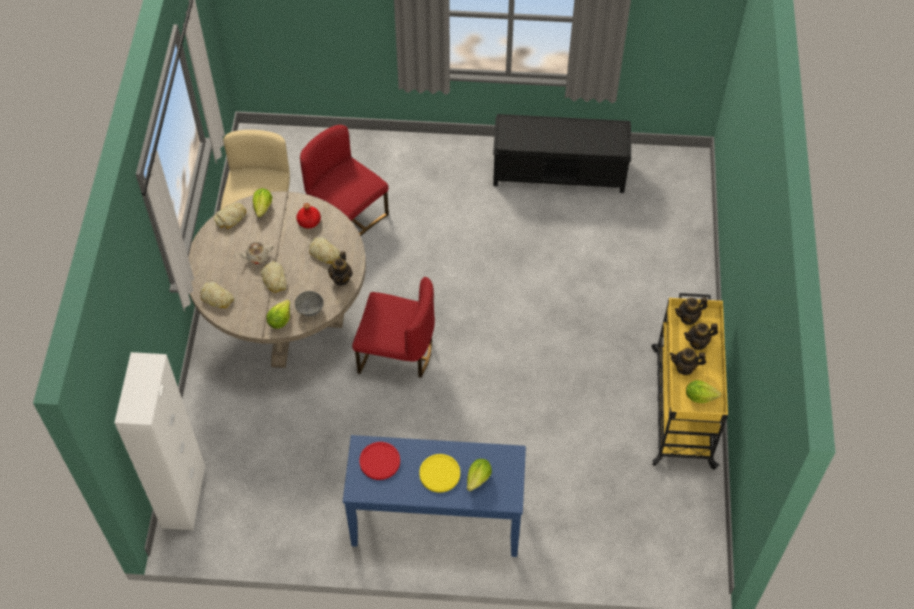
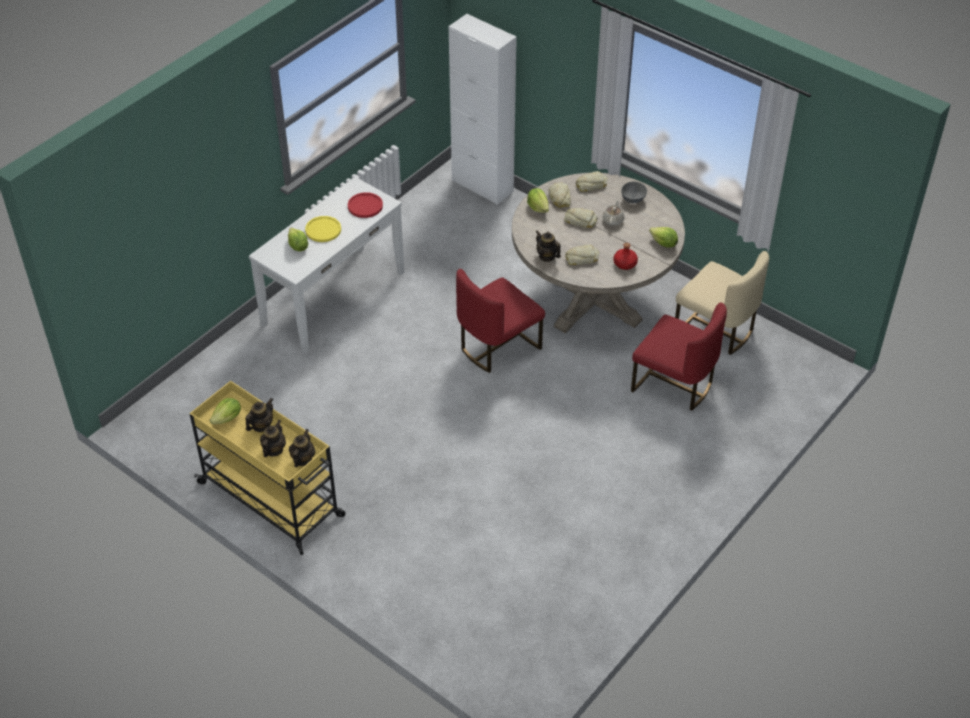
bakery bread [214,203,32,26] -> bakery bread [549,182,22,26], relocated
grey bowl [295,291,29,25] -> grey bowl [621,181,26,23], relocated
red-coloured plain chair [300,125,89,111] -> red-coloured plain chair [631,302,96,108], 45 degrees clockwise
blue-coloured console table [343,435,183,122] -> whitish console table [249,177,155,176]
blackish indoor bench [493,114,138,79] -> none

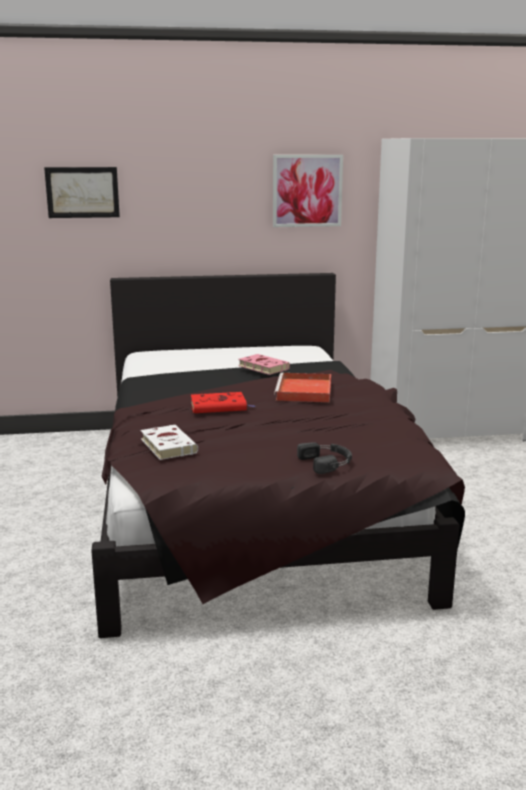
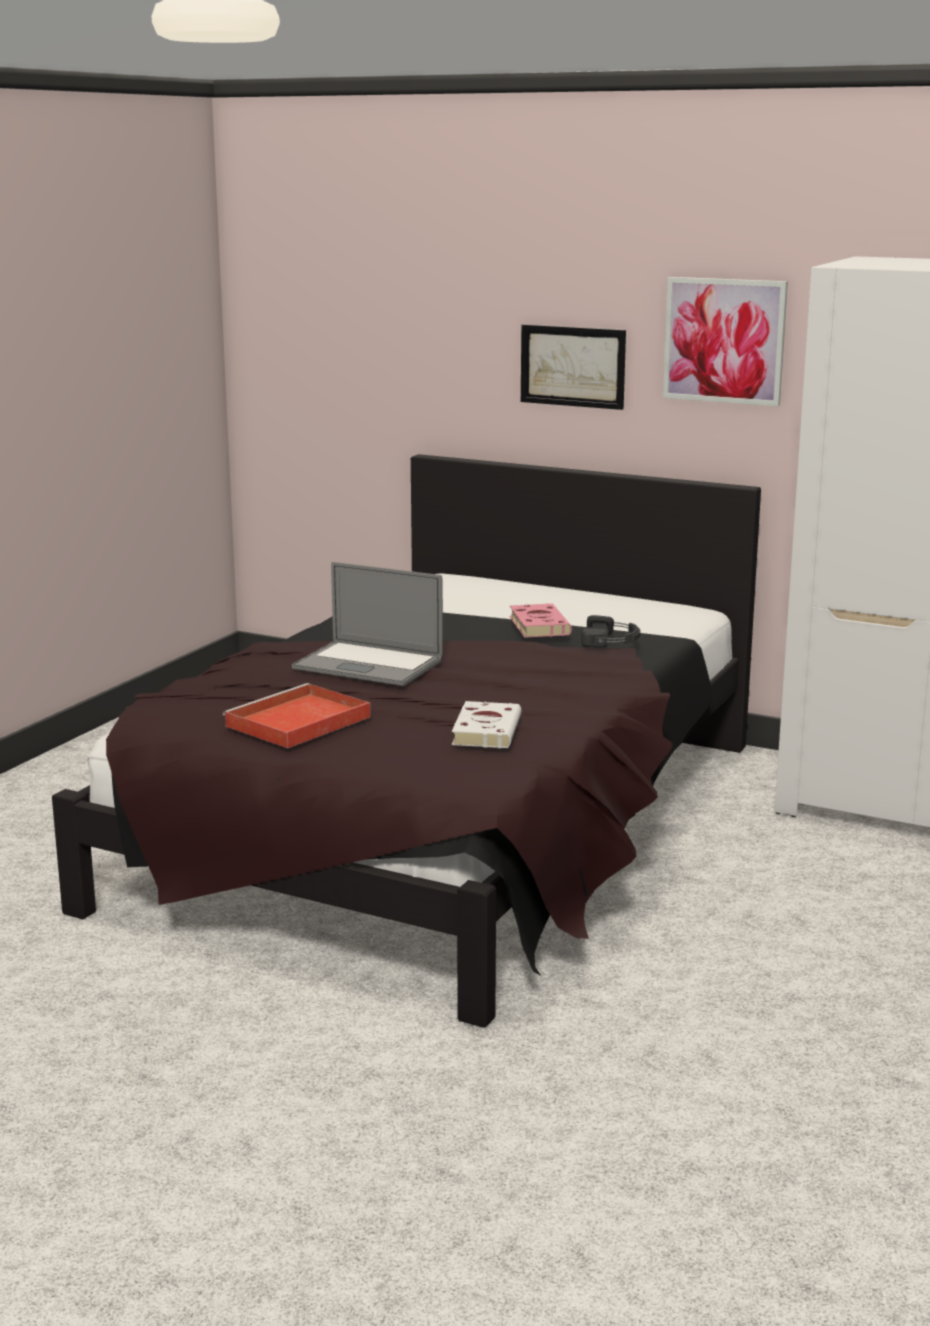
wall art [44,167,76,51] -> wall art [521,325,105,85], relocated
whitish book [140,425,58,35] -> whitish book [452,701,70,48], relocated
red-coloured book [191,392,64,21] -> notebook computer [292,562,151,124]
red-coloured carrying tray [274,372,57,30] -> red-coloured carrying tray [223,683,147,65], relocated
blackish pair of headphones [297,442,55,32] -> blackish pair of headphones [581,615,59,32], relocated

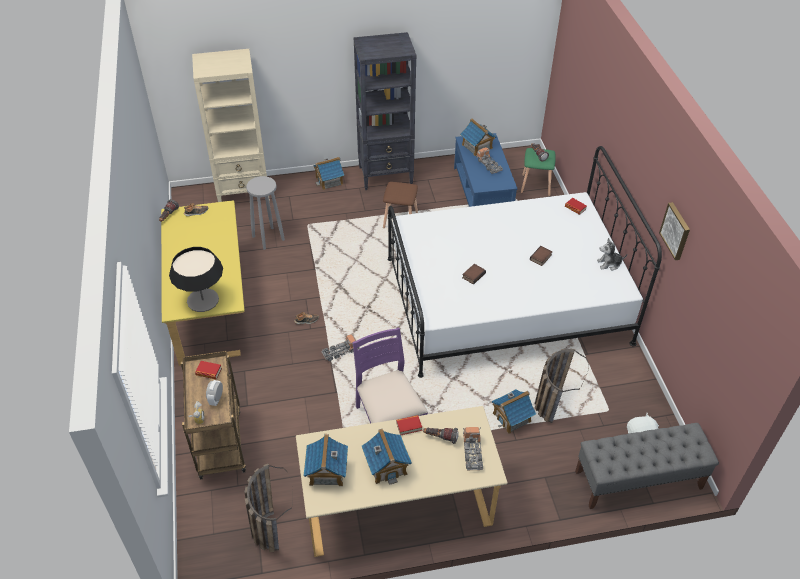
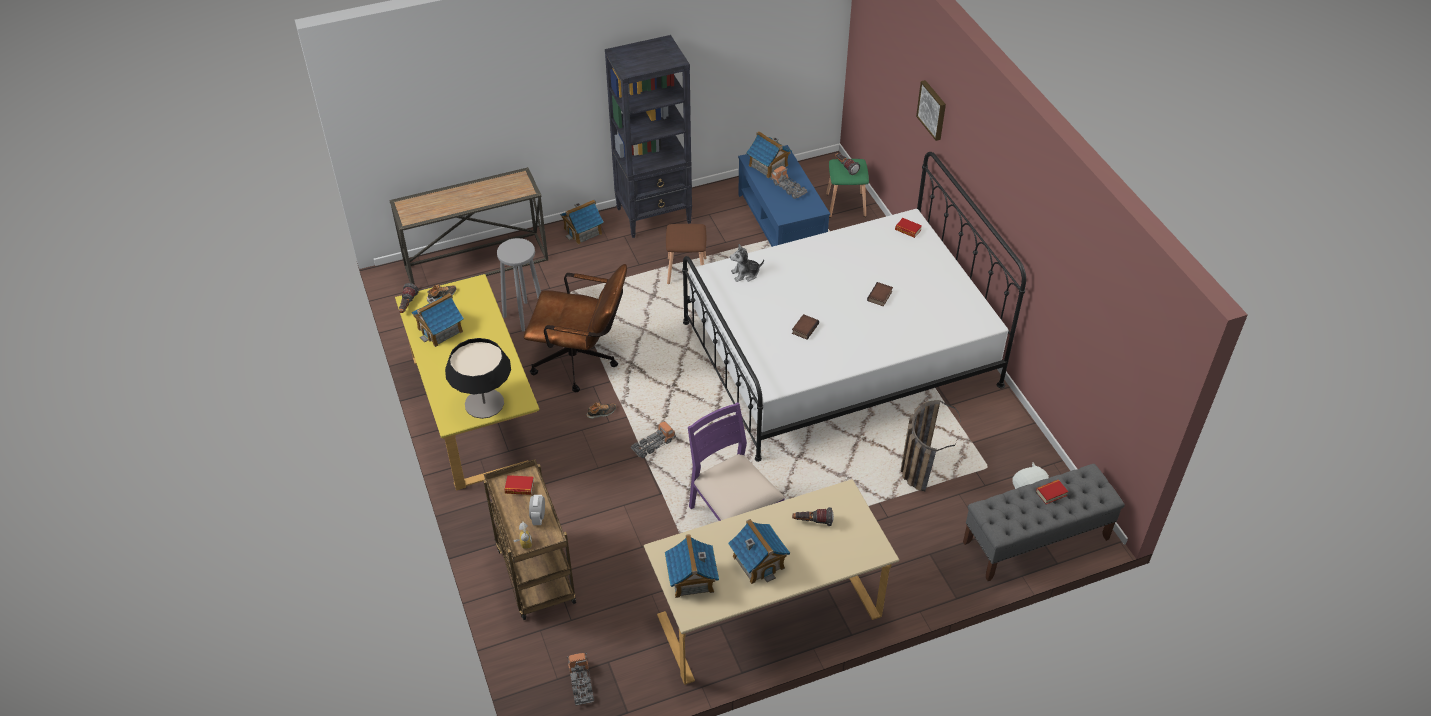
beige bookcase [192,49,78,154] -> console table [389,167,159,124]
basket [244,463,49,89] -> none
book [396,415,26,20] -> book [1036,480,32,24], relocated
model truck [463,427,20,43] -> model truck [567,653,27,53], relocated
toy house [492,389,44,45] -> toy house [412,293,52,54], relocated
plush toy [597,238,30,33] -> plush toy [730,244,34,38], relocated
wall art [659,202,31,58] -> wall art [916,80,30,61], relocated
none -> brown office chair [524,264,103,128]

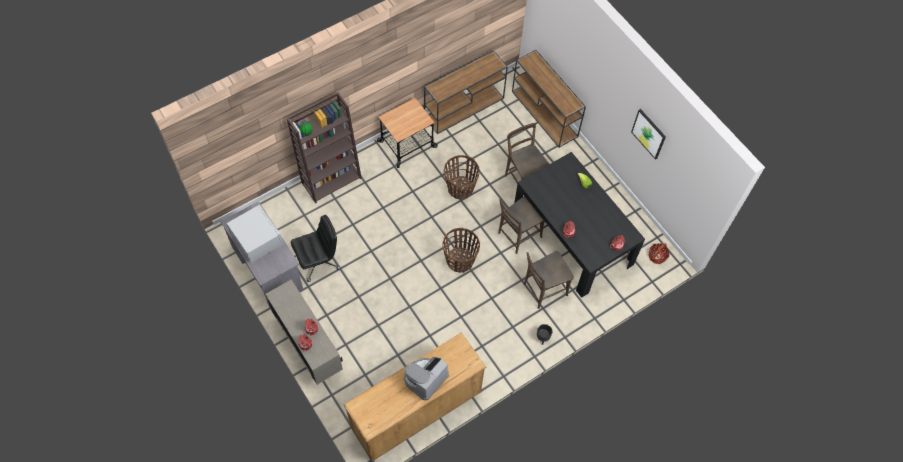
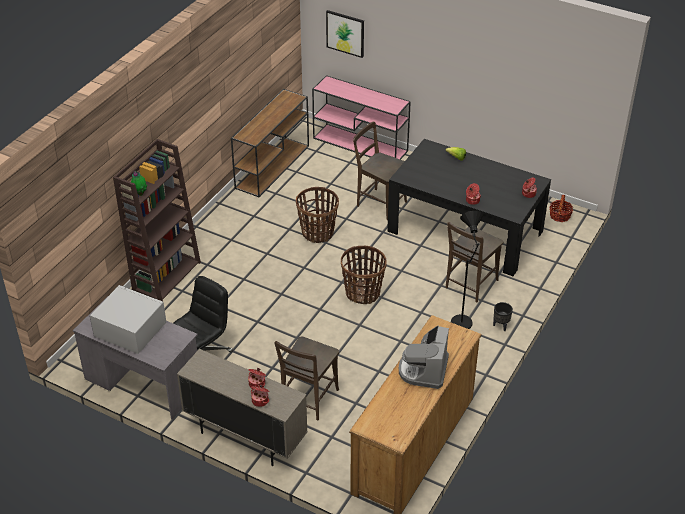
wheeled cart [377,98,61,70] -> none
brown plain chair [498,196,47,58] -> brown plain chair [274,337,65,83], relocated
brown console table [512,50,74,98] -> pink-coloured console table [312,75,99,85]
wall art [631,109,35,51] -> wall art [326,10,38,48], relocated
none -> blackish floor lamp [451,211,32,118]

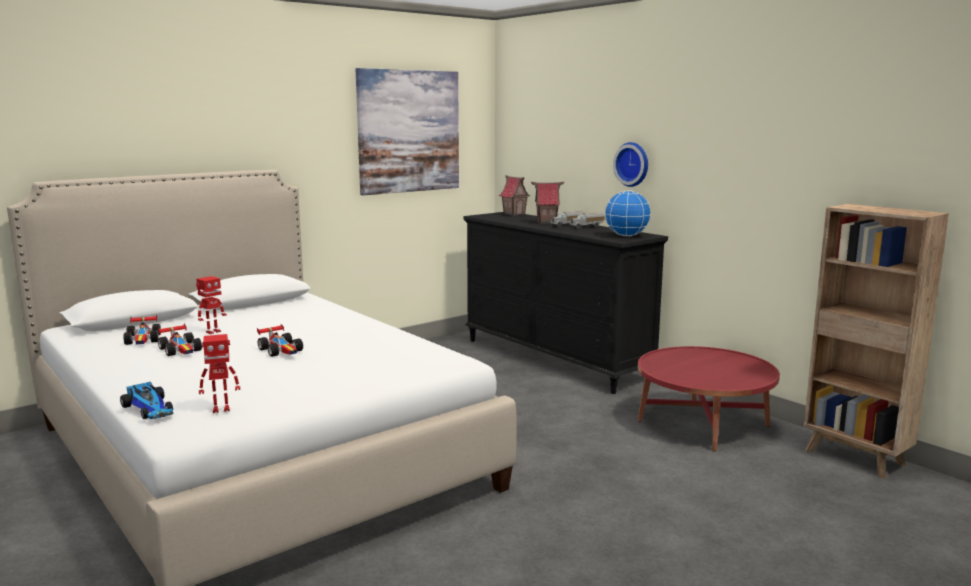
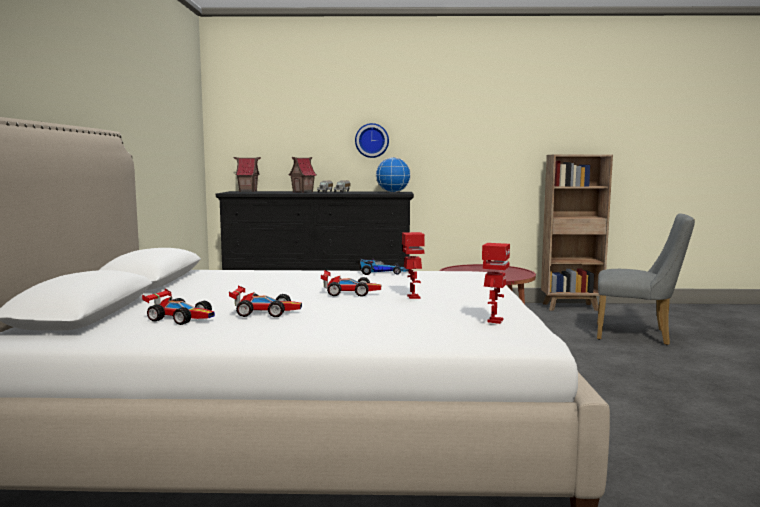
model car [120,382,53,37] -> model car [360,259,49,16], relocated
model robot [196,276,31,58] -> model robot [402,232,23,67], relocated
wall art [356,68,103,127] -> none
none -> grey plain chair [597,214,98,131]

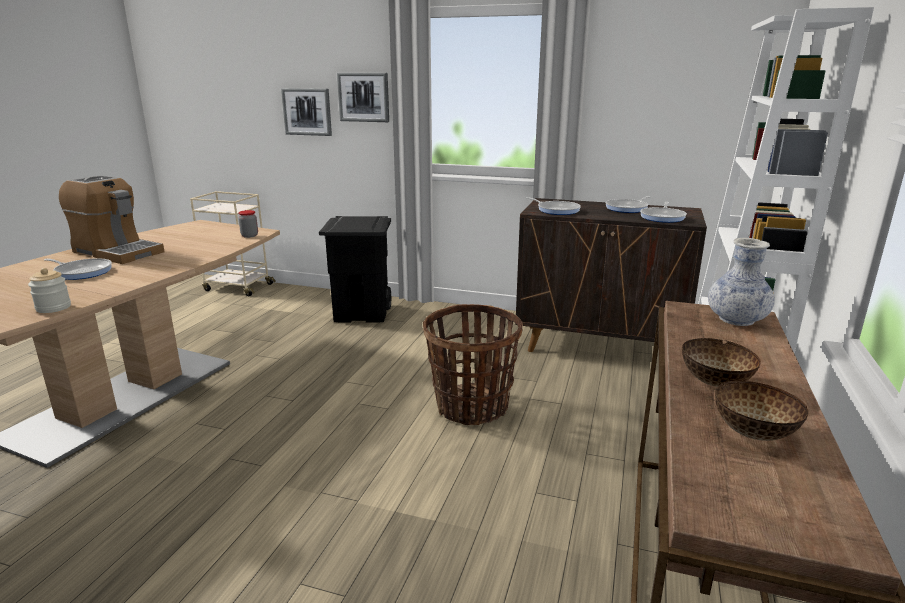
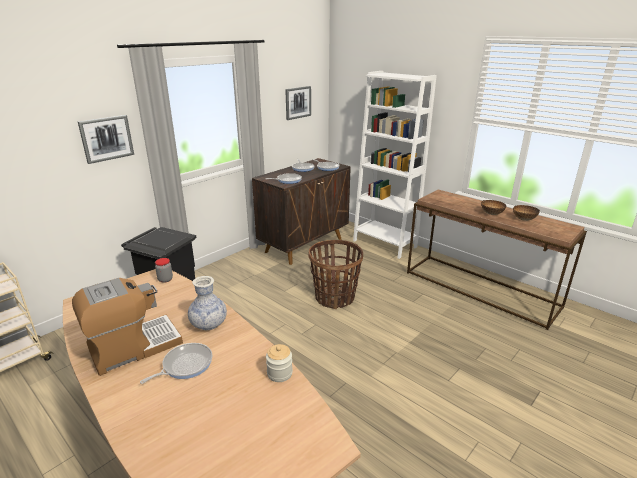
wall art [281,88,51,48] -> wall art [285,86,26,34], relocated
vase [708,238,67,88] -> vase [188,276,39,54], relocated

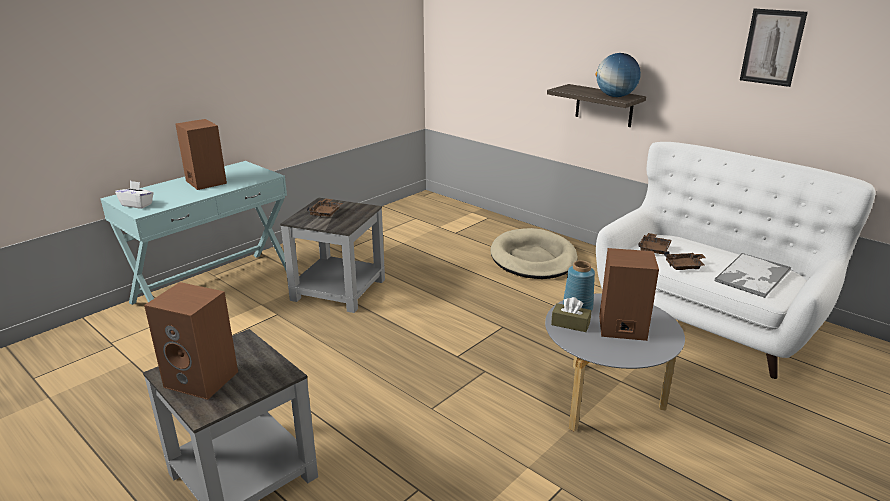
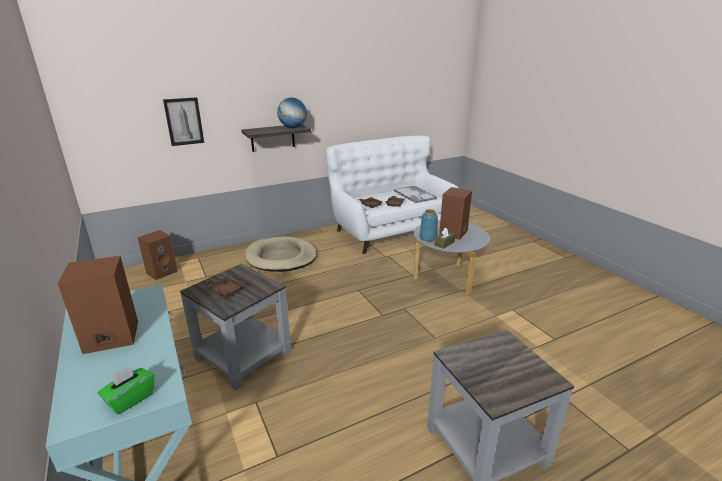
whitish tissue holder [115,181,39,28] -> greenish tissue holder [97,365,57,49]
brown speaker [144,282,94,118] -> brown speaker [137,230,41,50], relocated
wall art [740,8,68,79] -> wall art [163,97,41,49], relocated

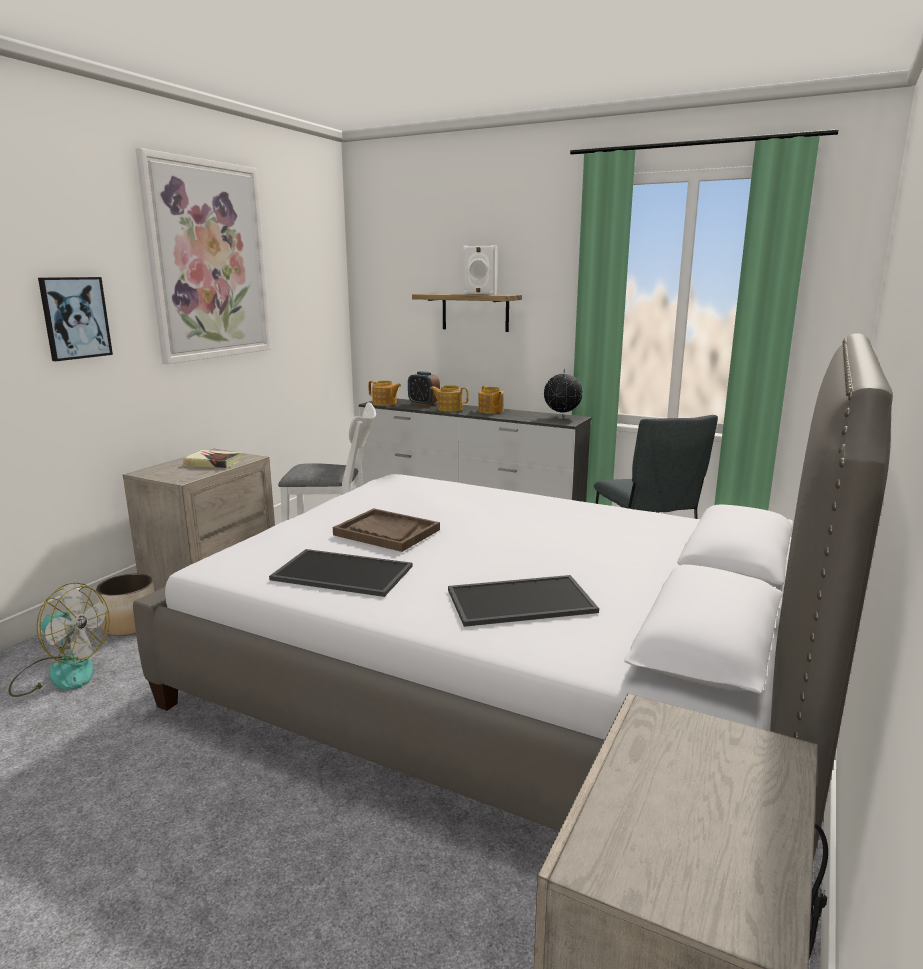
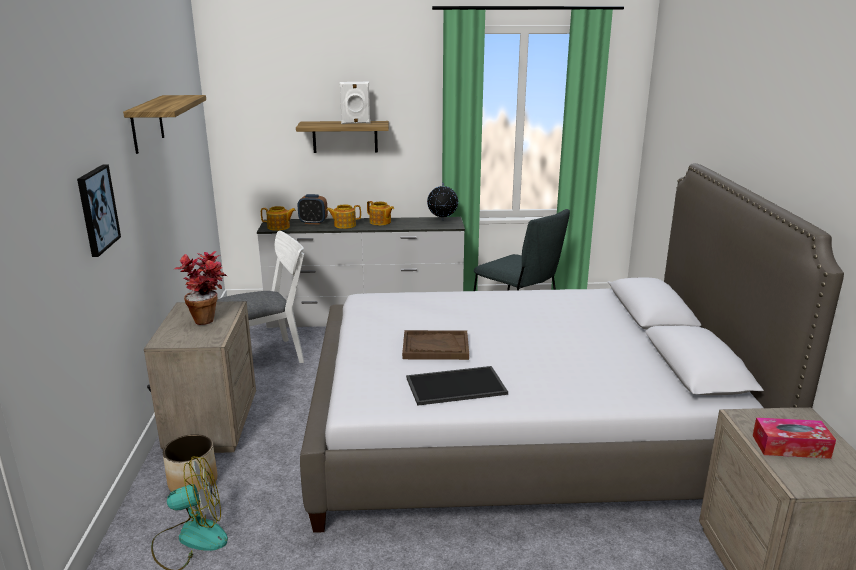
wall art [135,148,136,216] -> shelf [123,95,83,59]
book [183,450,59,18] -> plant in a pot [174,251,53,74]
carrying tray [448,575,151,52] -> none
none -> tissue holder [753,417,83,42]

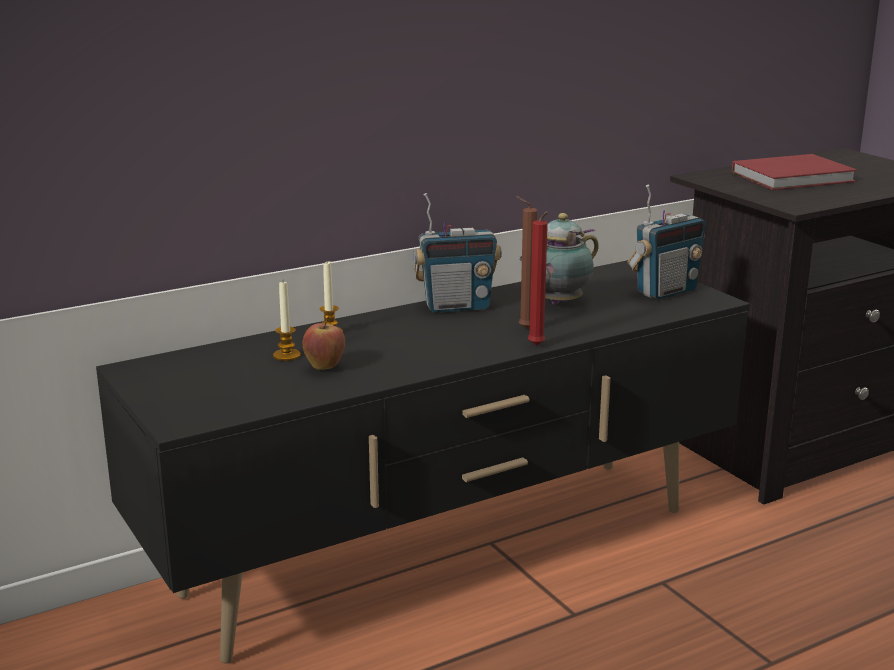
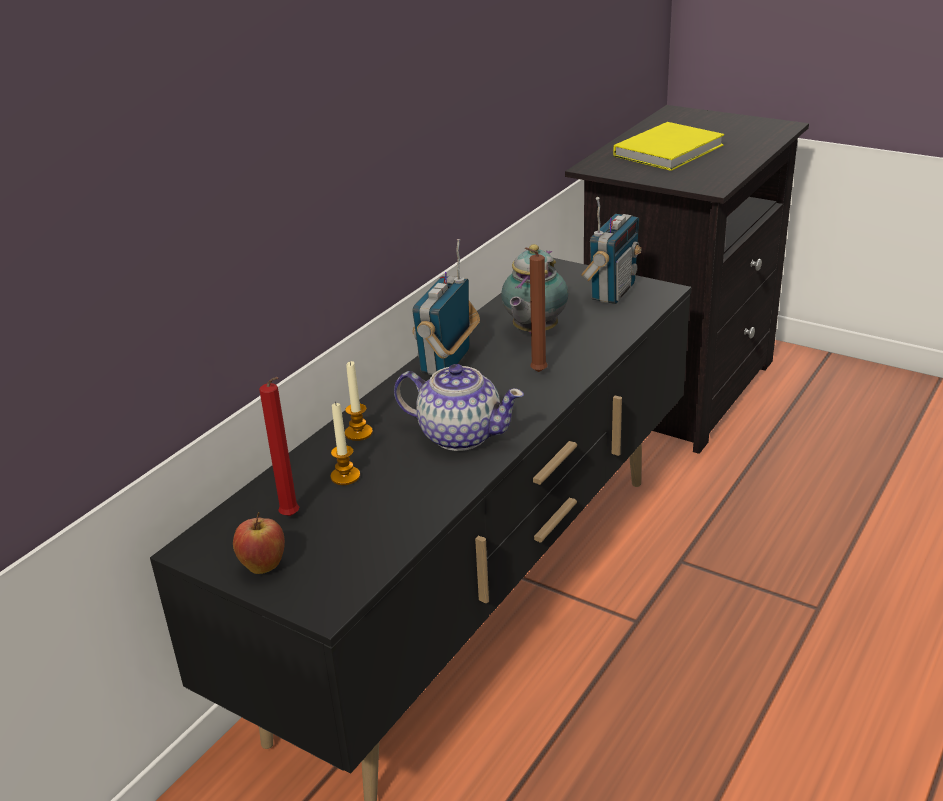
apple [303,317,42,53] -> apple [233,512,52,62], relocated
radio receiver [413,193,89,120] -> radio receiver [412,239,68,136], 150 degrees clockwise
red-coloured wax light [528,211,20,135] -> red-coloured wax light [259,377,40,139], relocated
red-coloured book [732,154,125,36] -> yellowish book [613,122,111,49]
none -> pot for tea [394,364,130,87]

